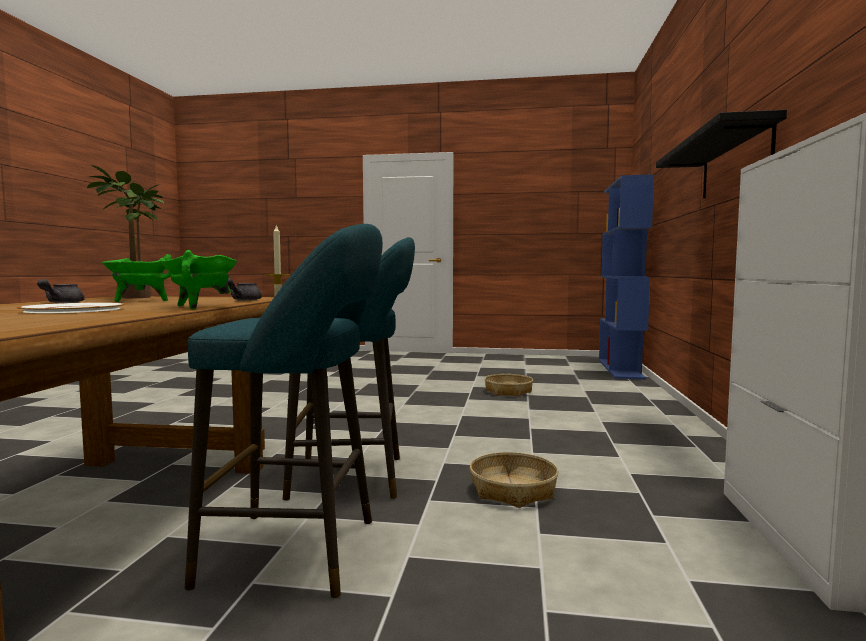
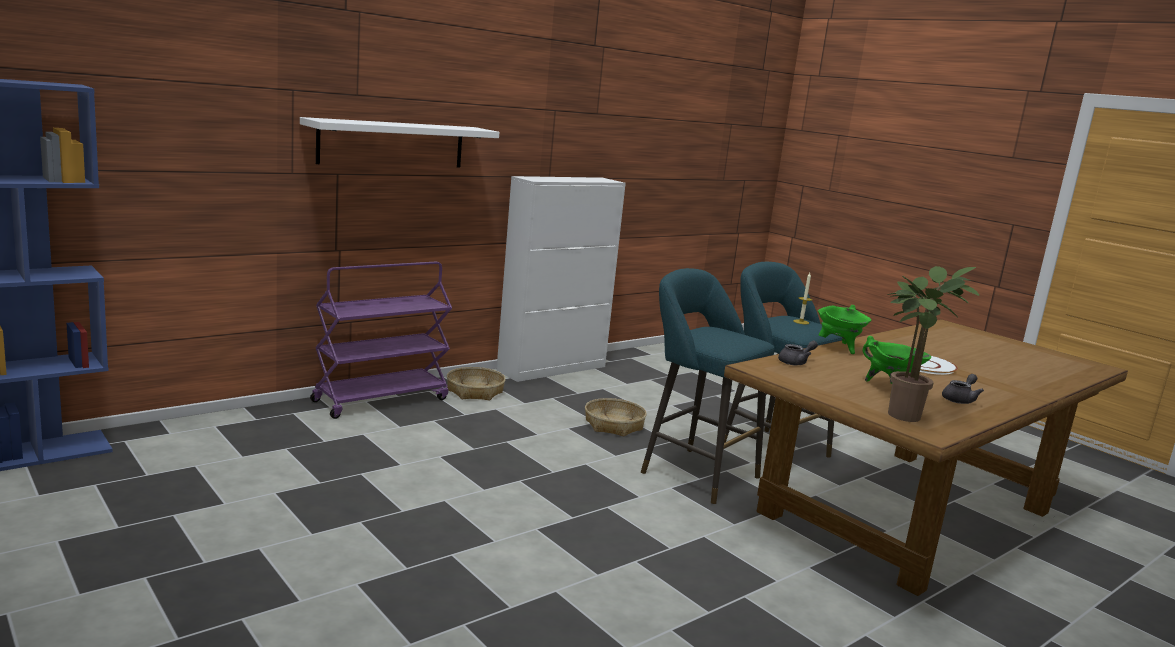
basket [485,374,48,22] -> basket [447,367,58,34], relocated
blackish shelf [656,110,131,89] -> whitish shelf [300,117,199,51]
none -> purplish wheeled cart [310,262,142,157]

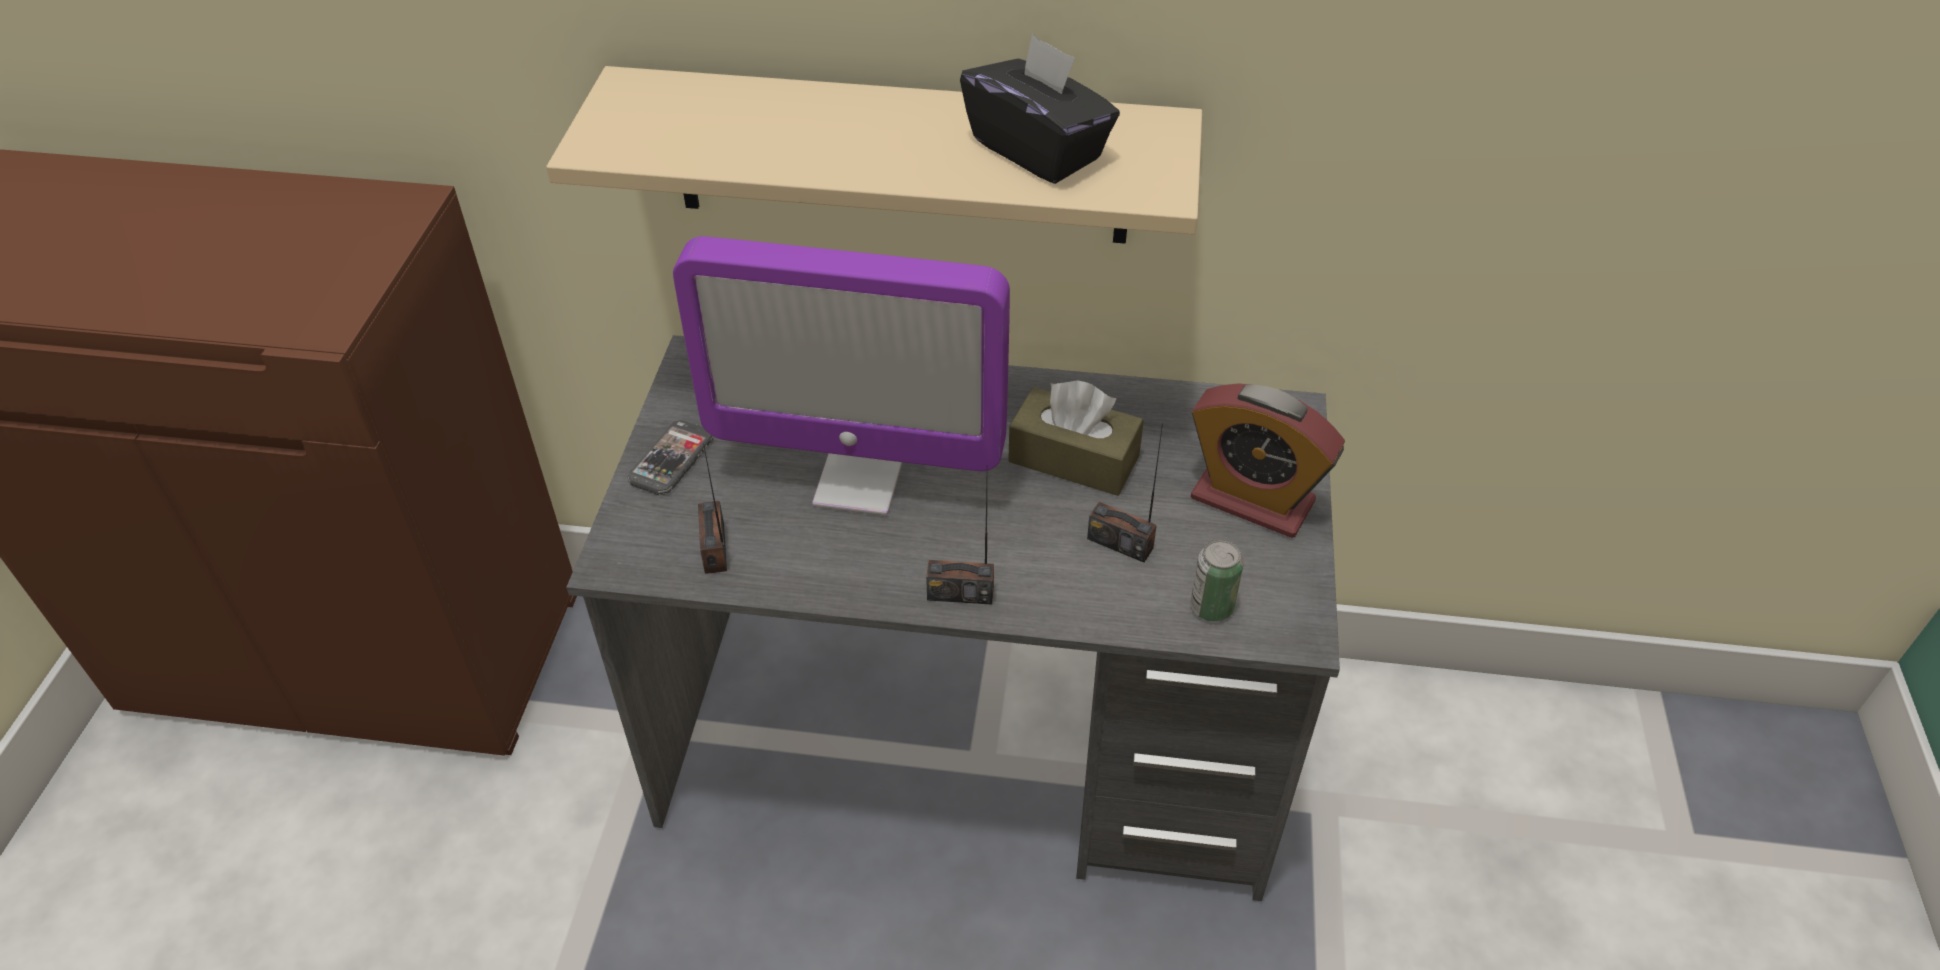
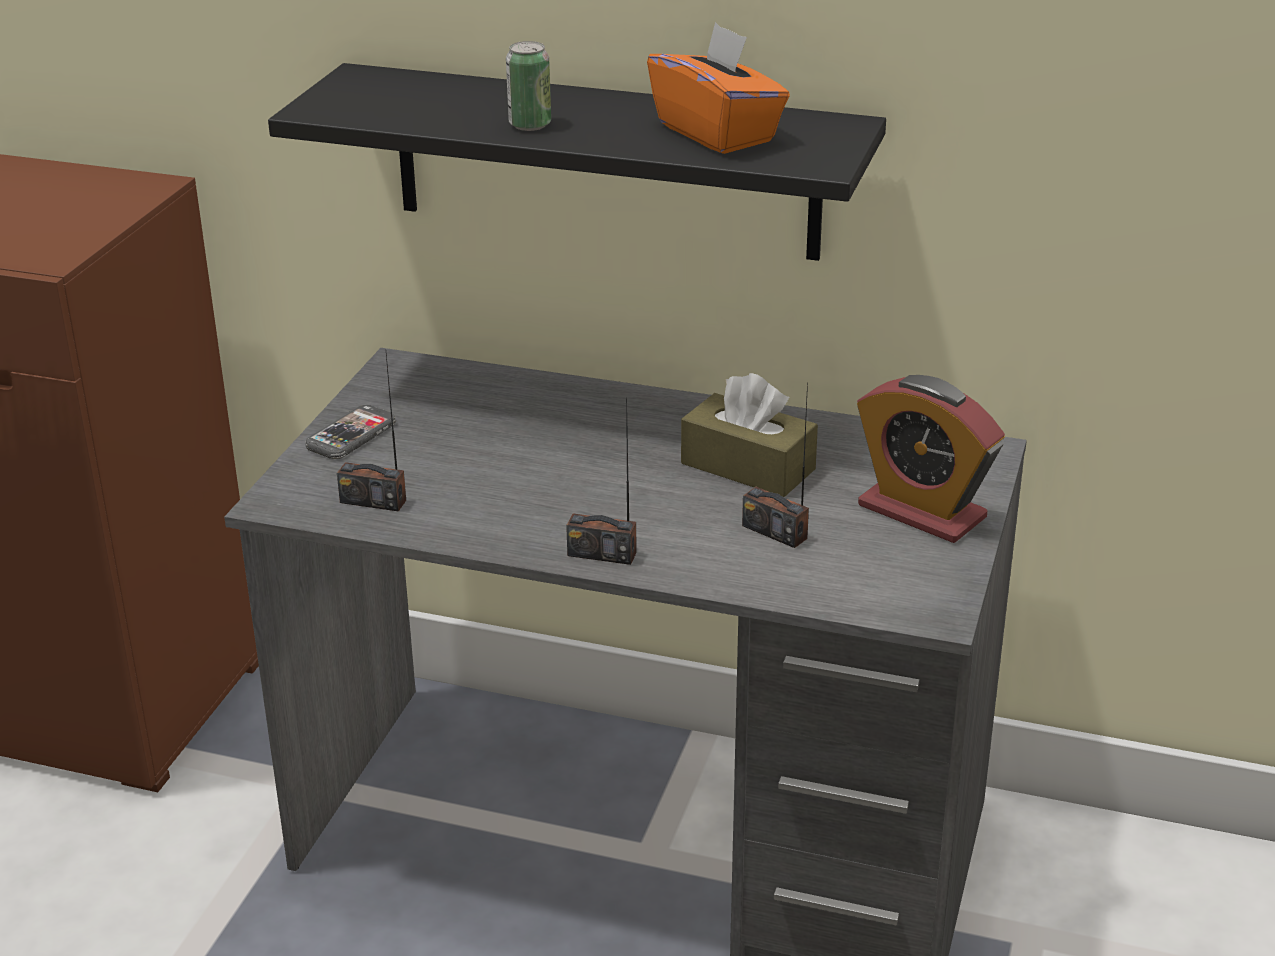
beige shelf [546,66,656,178] -> blackish shelf [268,63,618,198]
monitor [673,236,337,280] -> none
radio receiver [698,443,29,131] -> radio receiver [337,354,69,158], 75 degrees counterclockwise
blackish tissue holder [960,33,160,151] -> orange tissue holder [647,22,143,132]
can [1190,539,54,83] -> can [506,41,45,90], relocated

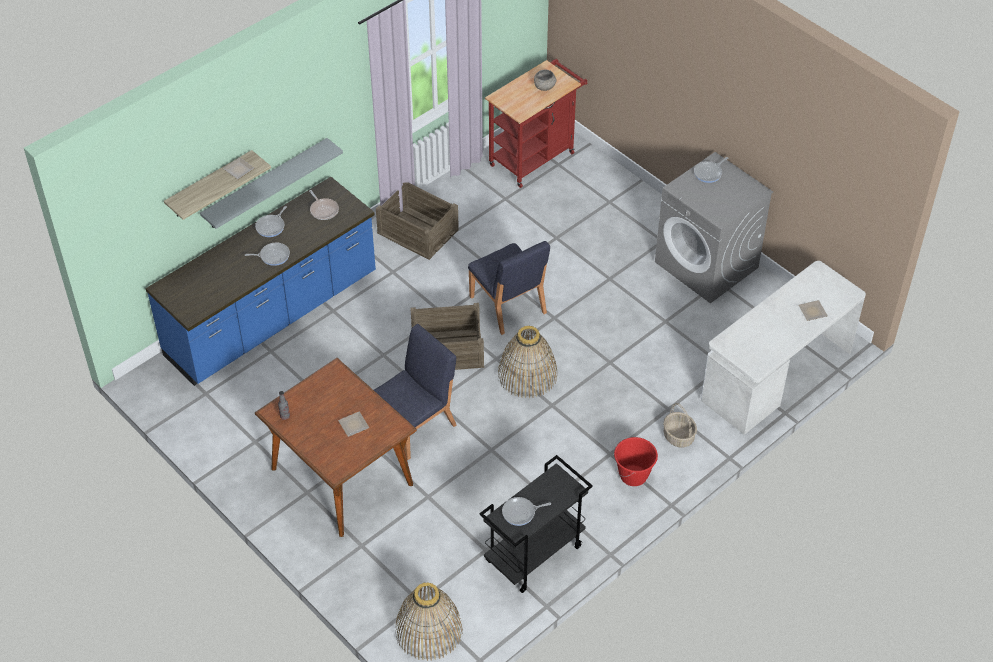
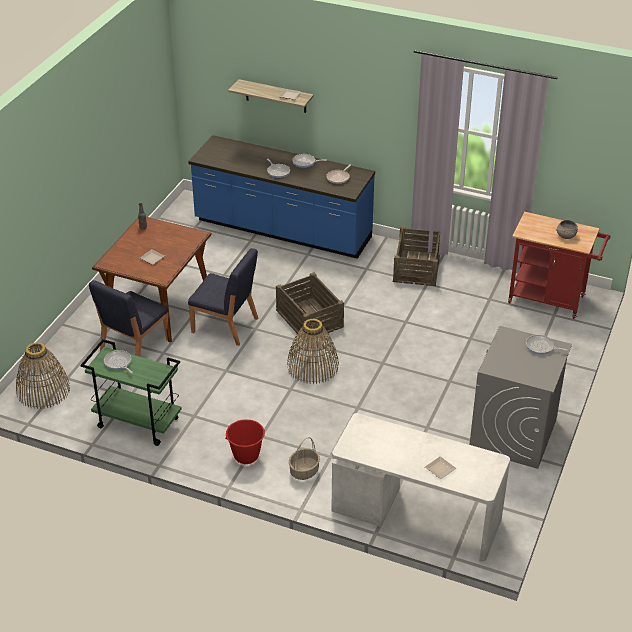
grey shelf [200,138,143,91] -> none
blue-coloured plain chair [468,241,82,94] -> blue-coloured plain chair [89,280,79,77], relocated
blackish wheeled cart [480,455,113,138] -> greenish wheeled cart [80,339,102,107]

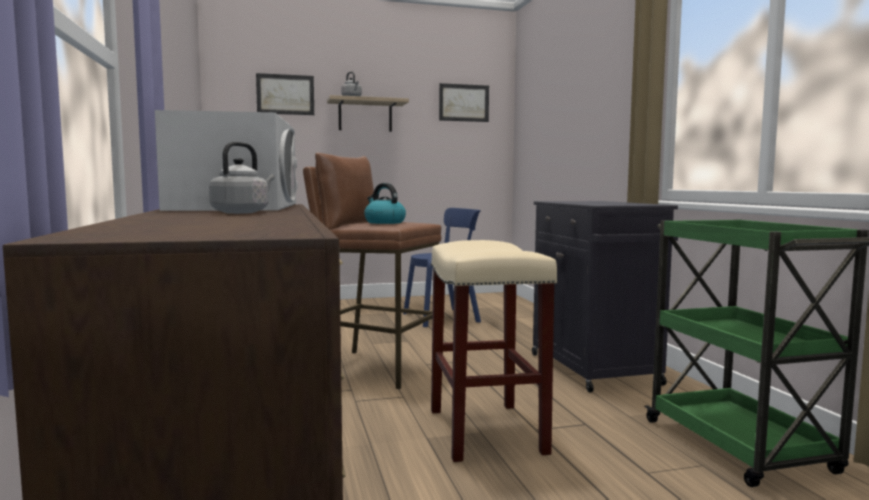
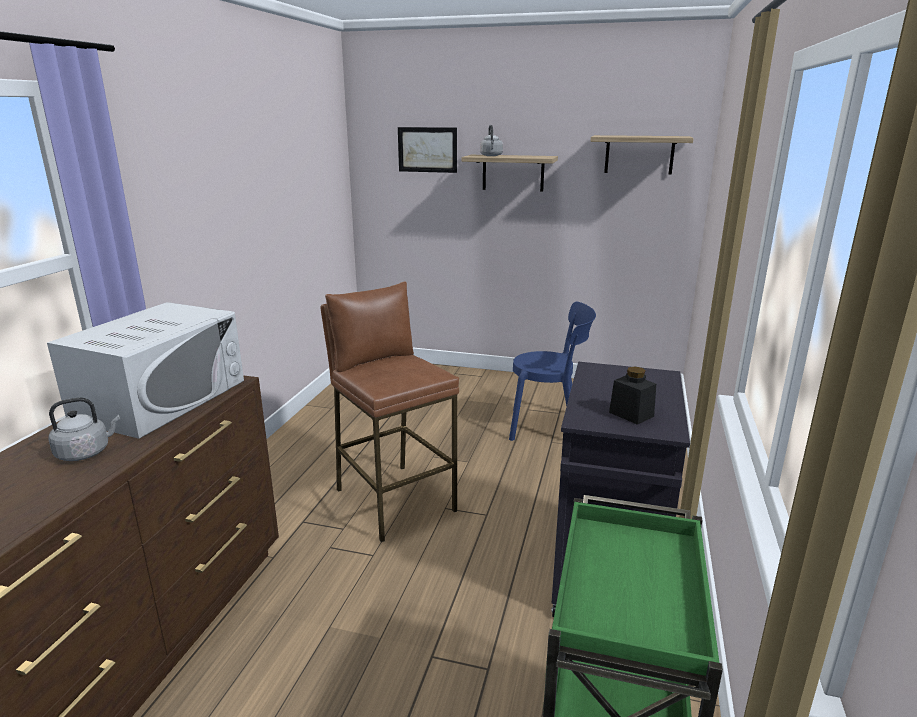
tea kettle [364,183,42,41] -> none
beige sitting stool [431,240,127,222] -> none
wall art [439,83,50,39] -> shelf [590,135,104,39]
none -> blackish preserve jar [609,367,47,58]

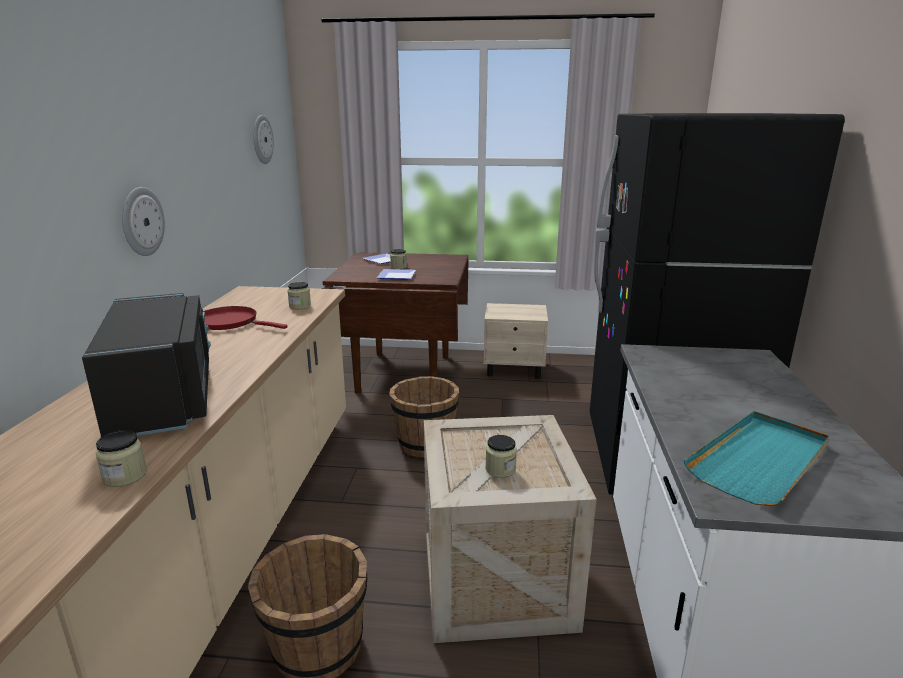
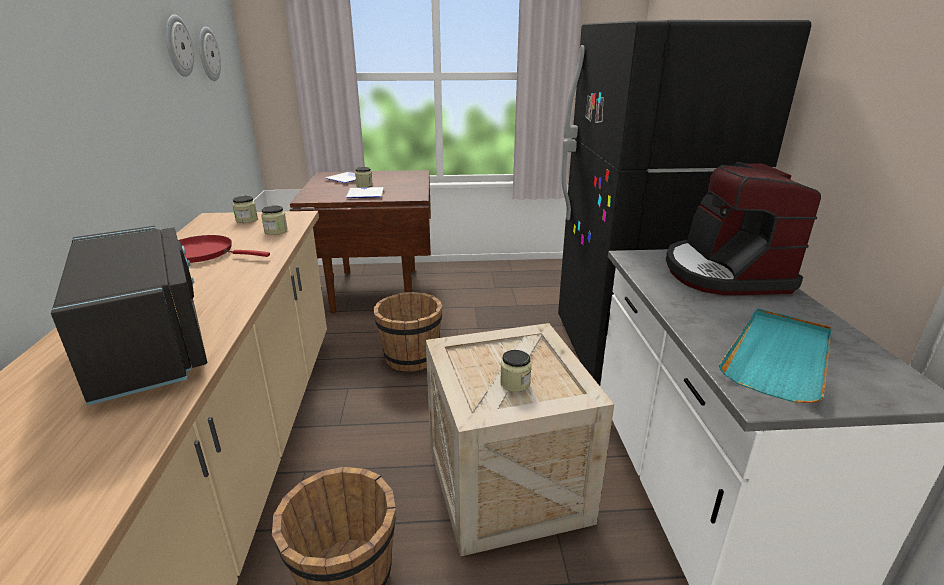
preserve jar [95,430,52,57] -> preserve jar [232,196,26,27], relocated
clock on the wall [122,187,43,69] -> clock on the wall [166,15,28,62], relocated
beige night table [484,303,64,76] -> none
none -> coffee maker [666,162,155,133]

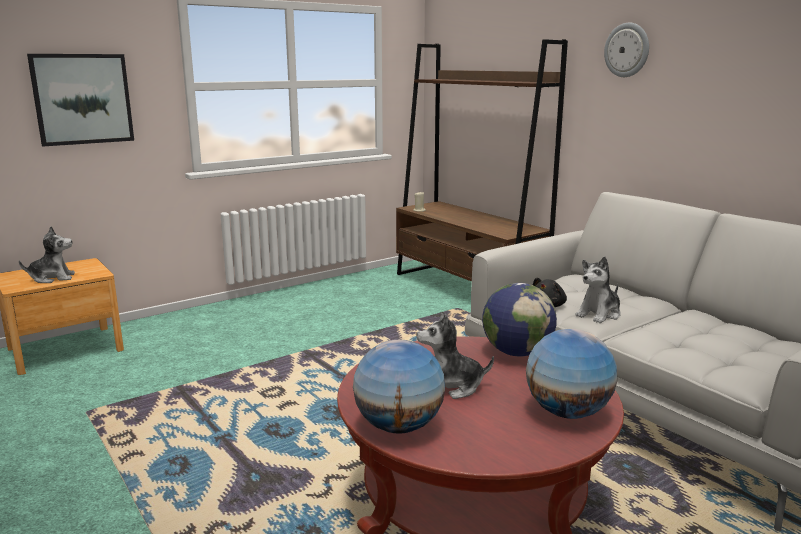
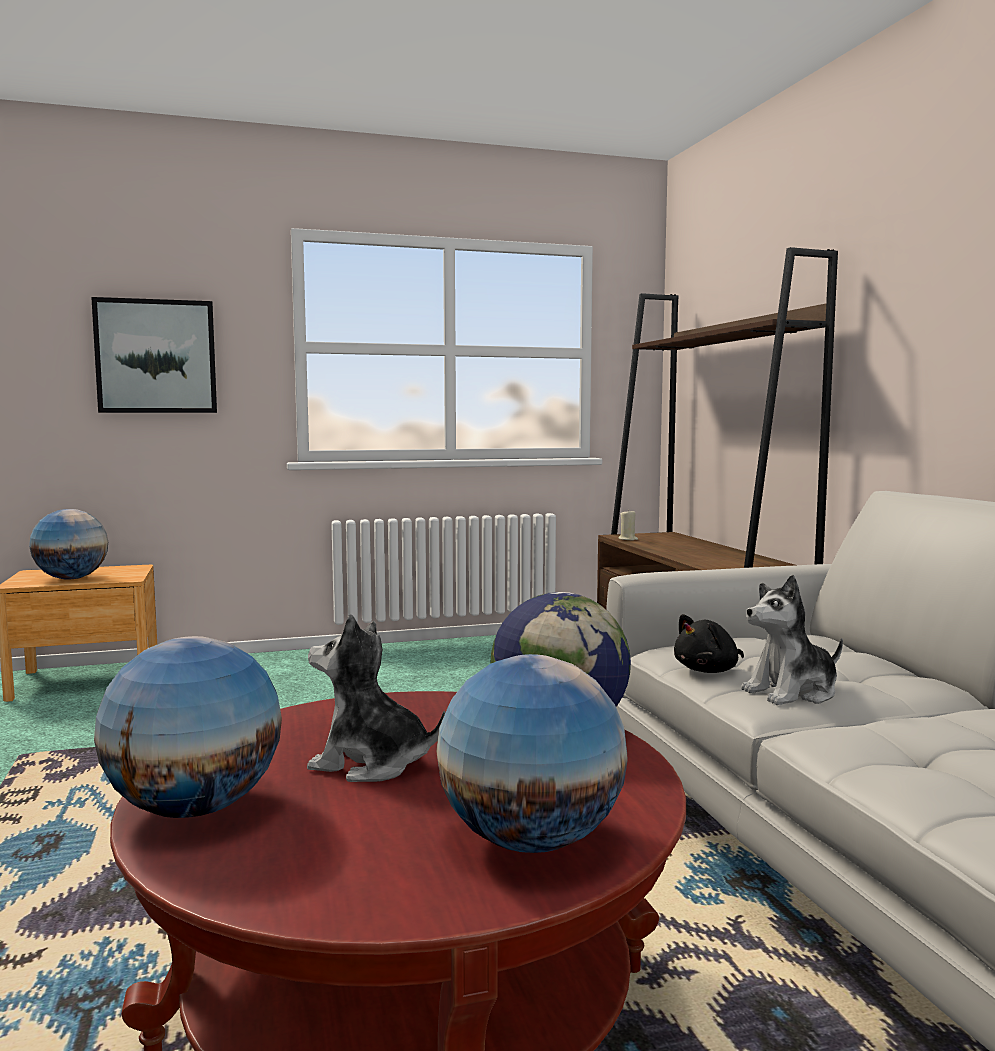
plush toy [19,226,56,57] -> world globe [29,509,79,71]
clock on the wall [604,23,45,54] -> none

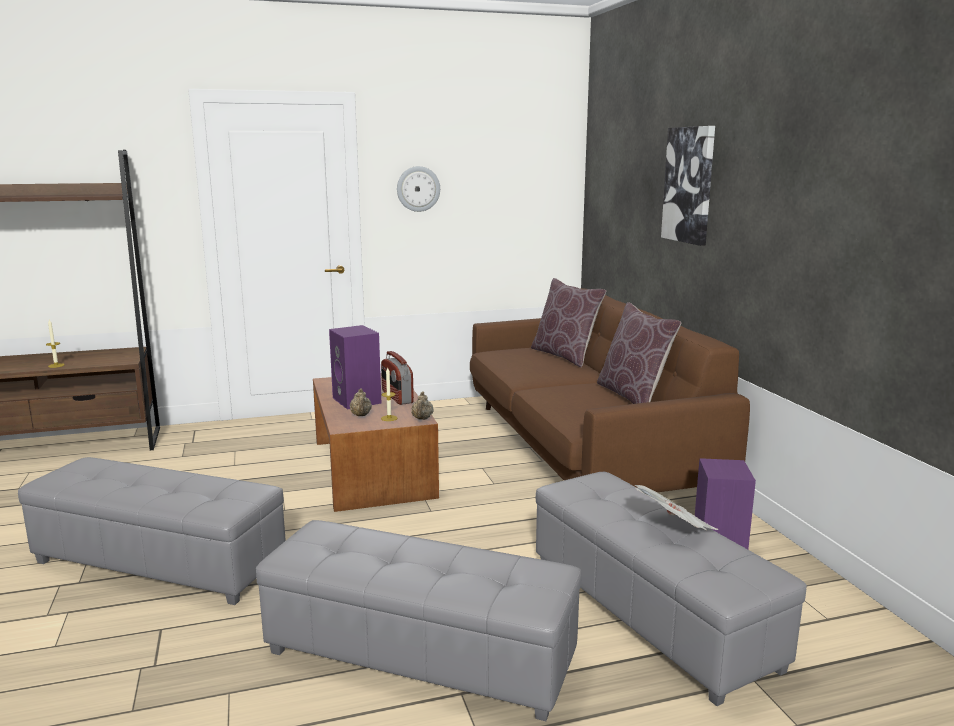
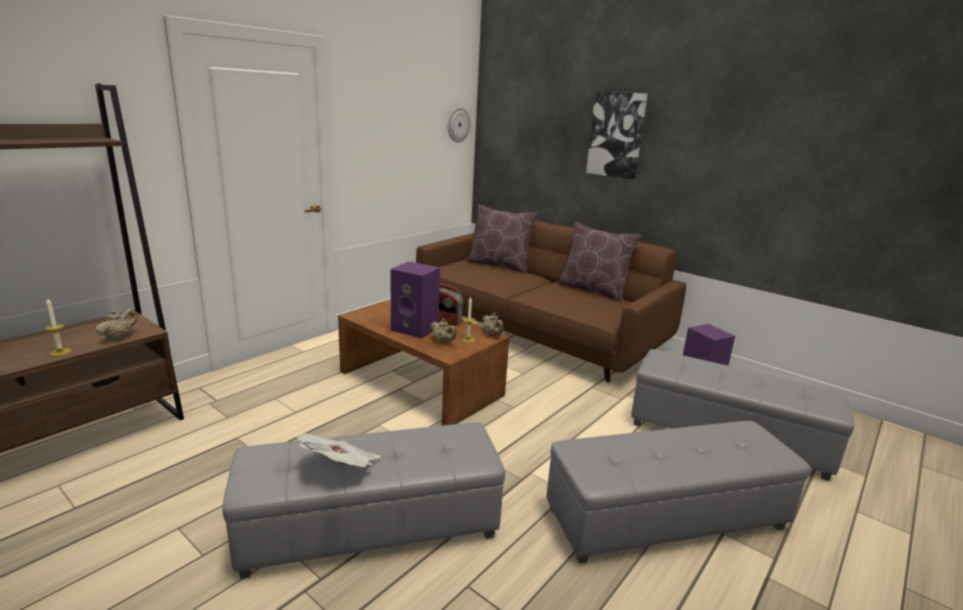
clock on the wall [397,166,43,46] -> clock on the wall [448,107,23,35], relocated
printed paper [634,485,85,45] -> printed paper [297,433,83,35], relocated
none -> beige pot for tea [96,309,41,31]

